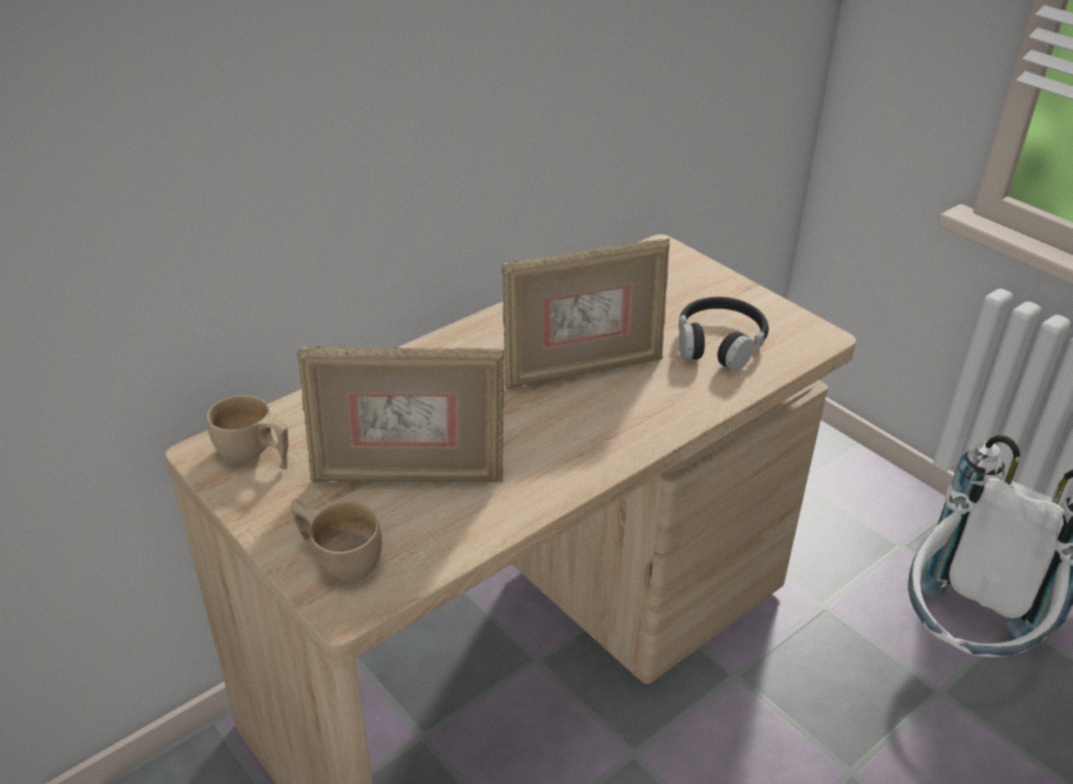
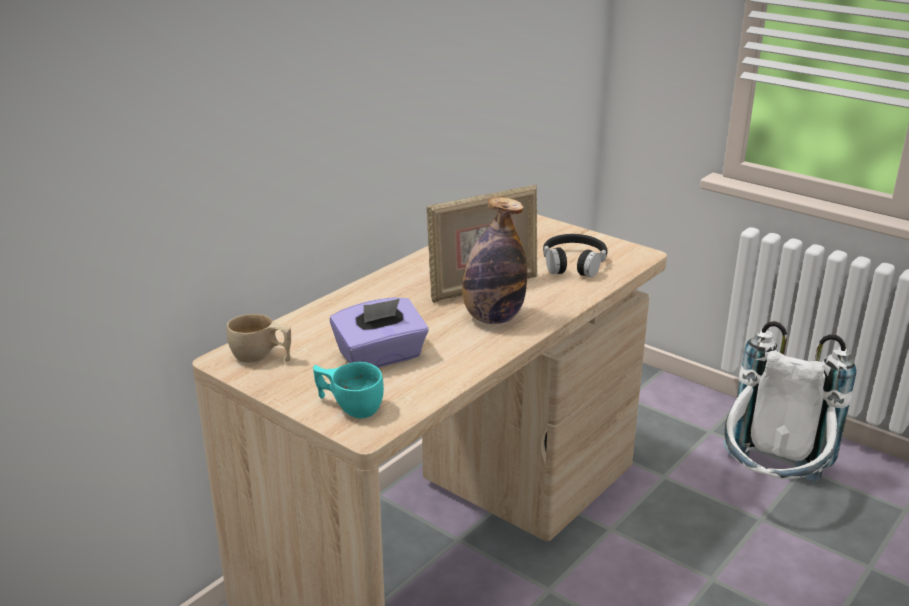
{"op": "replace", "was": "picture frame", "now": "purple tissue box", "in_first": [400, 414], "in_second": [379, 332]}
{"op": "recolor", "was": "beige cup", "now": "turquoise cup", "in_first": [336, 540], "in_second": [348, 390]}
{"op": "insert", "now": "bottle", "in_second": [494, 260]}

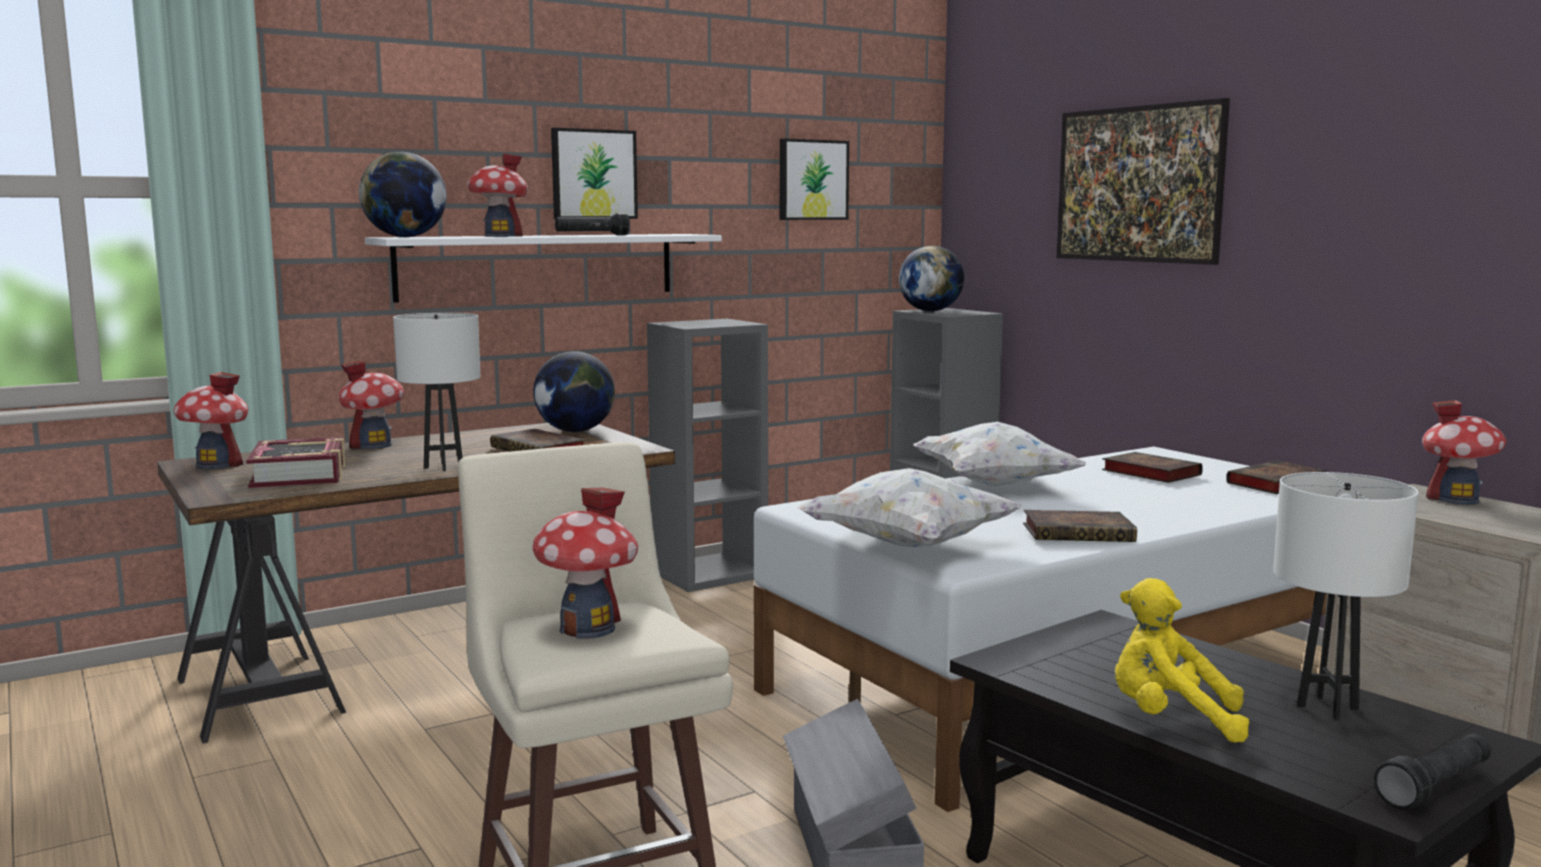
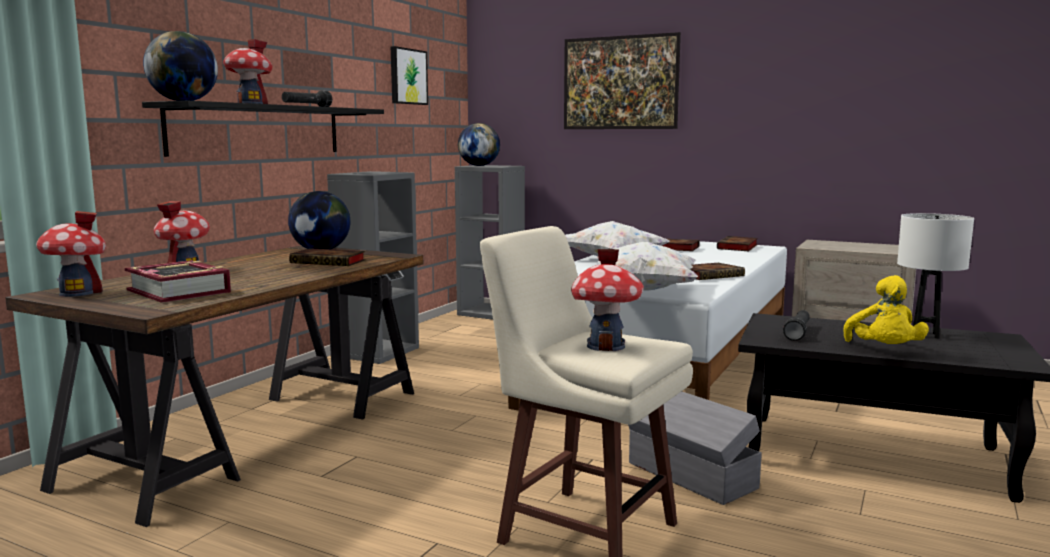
{"op": "delete", "was": "picture", "in_first": [594, 173]}
{"op": "recolor", "was": "white shelf", "now": "black shelf", "in_first": [543, 268], "in_second": [263, 129]}
{"op": "delete", "was": "white table lamp", "in_first": [436, 392]}
{"op": "delete", "was": "toy house", "in_first": [1464, 452]}
{"op": "rotate", "was": "yellow plush toy", "in_first": [1182, 660], "in_second": [886, 309], "clockwise": -75}
{"op": "move", "was": "black flashlight", "in_first": [1433, 772], "in_second": [796, 325]}

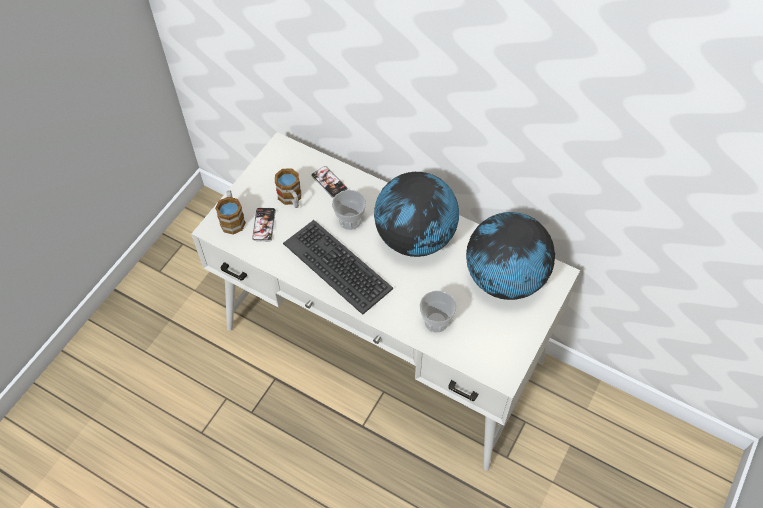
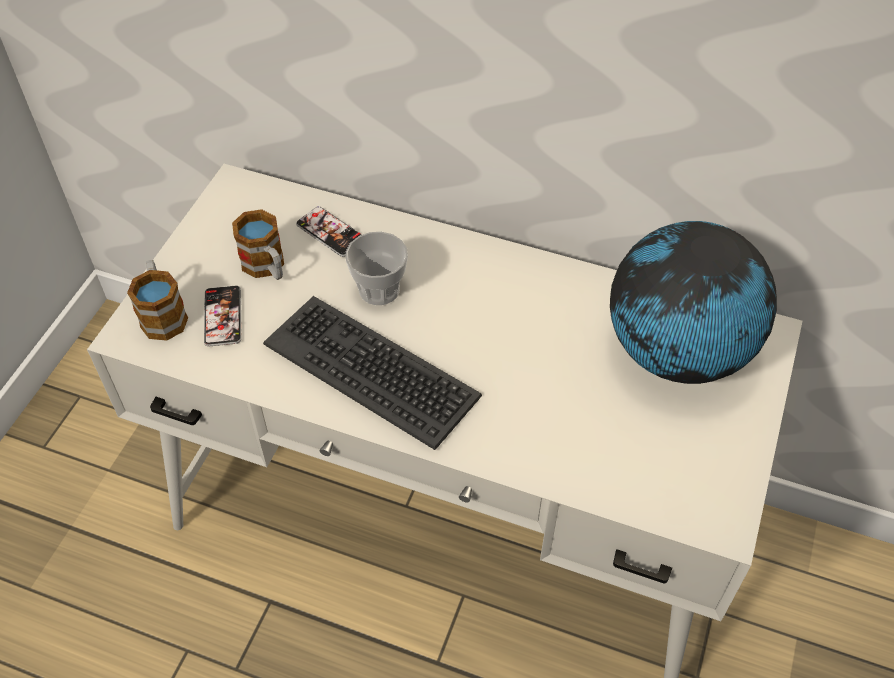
{"op": "delete", "was": "globe", "in_first": [416, 214]}
{"op": "delete", "was": "cup", "in_first": [438, 311]}

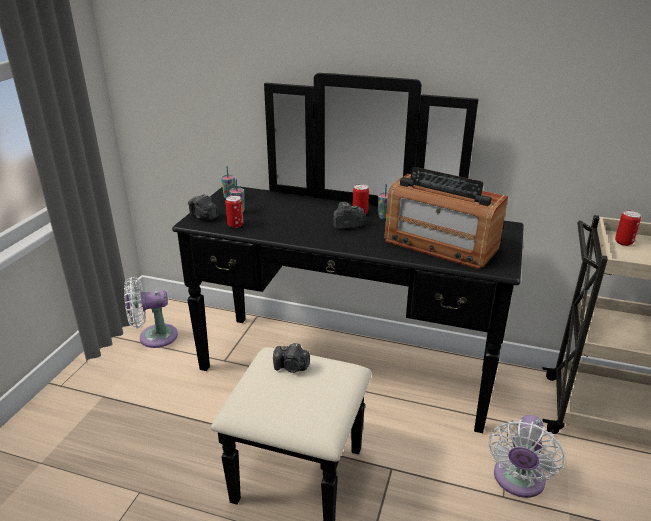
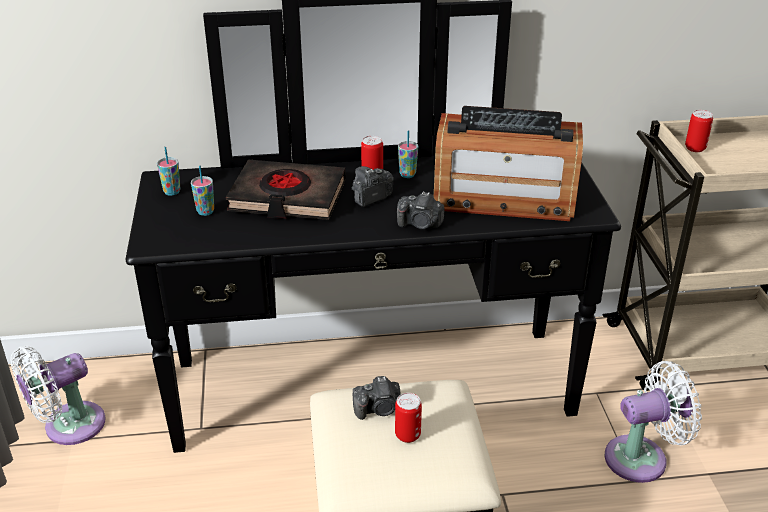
{"op": "move", "was": "photo camera", "in_first": [203, 207], "in_second": [420, 210]}
{"op": "move", "was": "can", "in_first": [234, 211], "in_second": [408, 418]}
{"op": "rotate", "was": "white fan", "in_first": [526, 456], "in_second": [653, 422], "clockwise": -105}
{"op": "insert", "now": "black book", "in_second": [286, 190]}

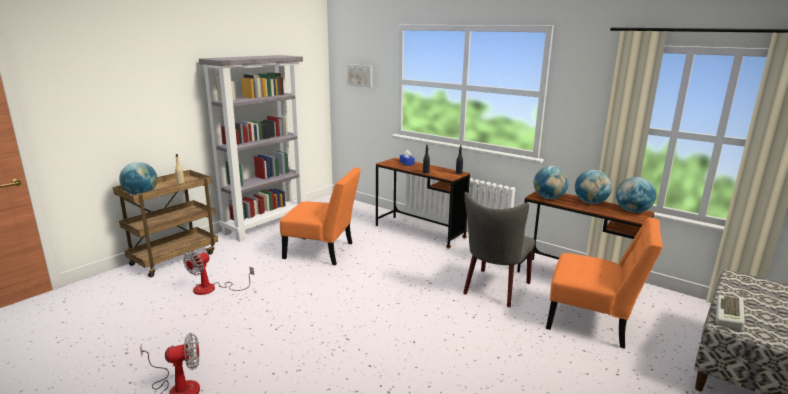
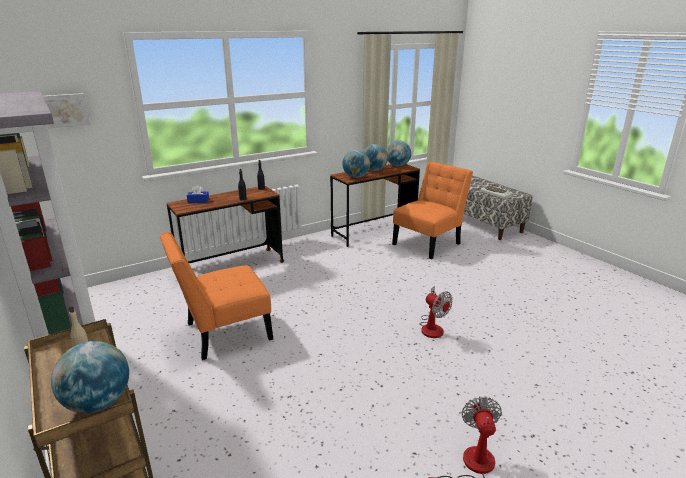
{"op": "rotate", "was": "orange chair", "in_first": [320, 216], "in_second": [216, 296], "clockwise": -150}
{"op": "delete", "was": "grey chair", "in_first": [499, 249]}
{"op": "move", "was": "fan", "in_first": [218, 273], "in_second": [436, 312]}

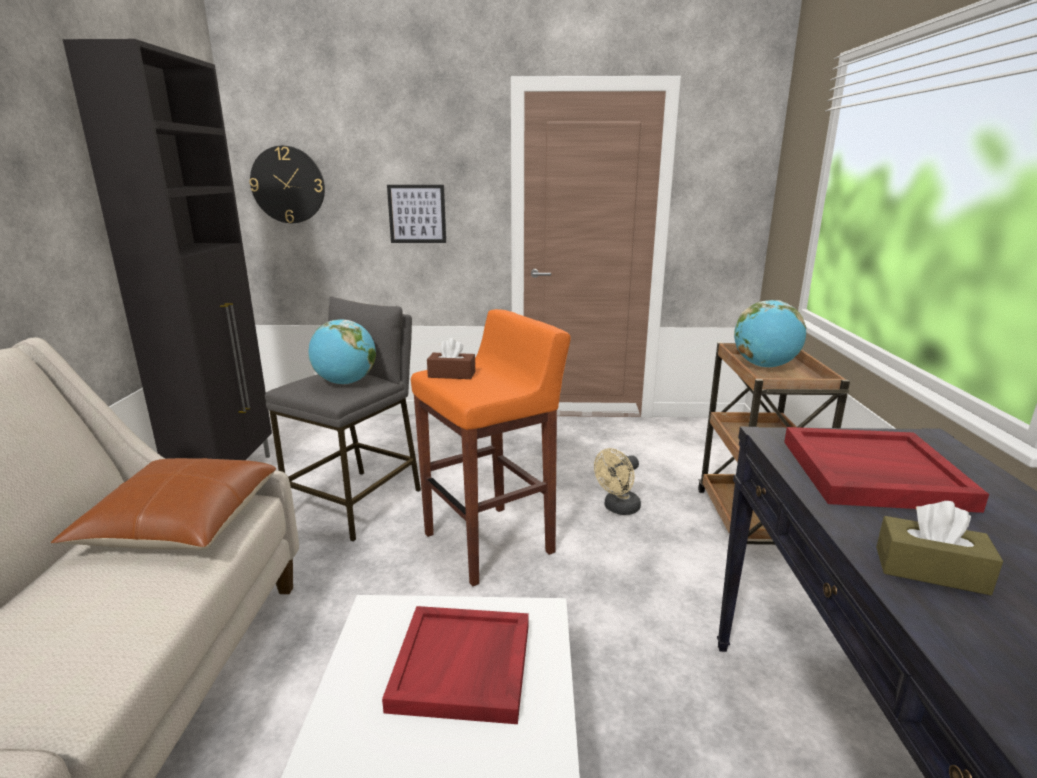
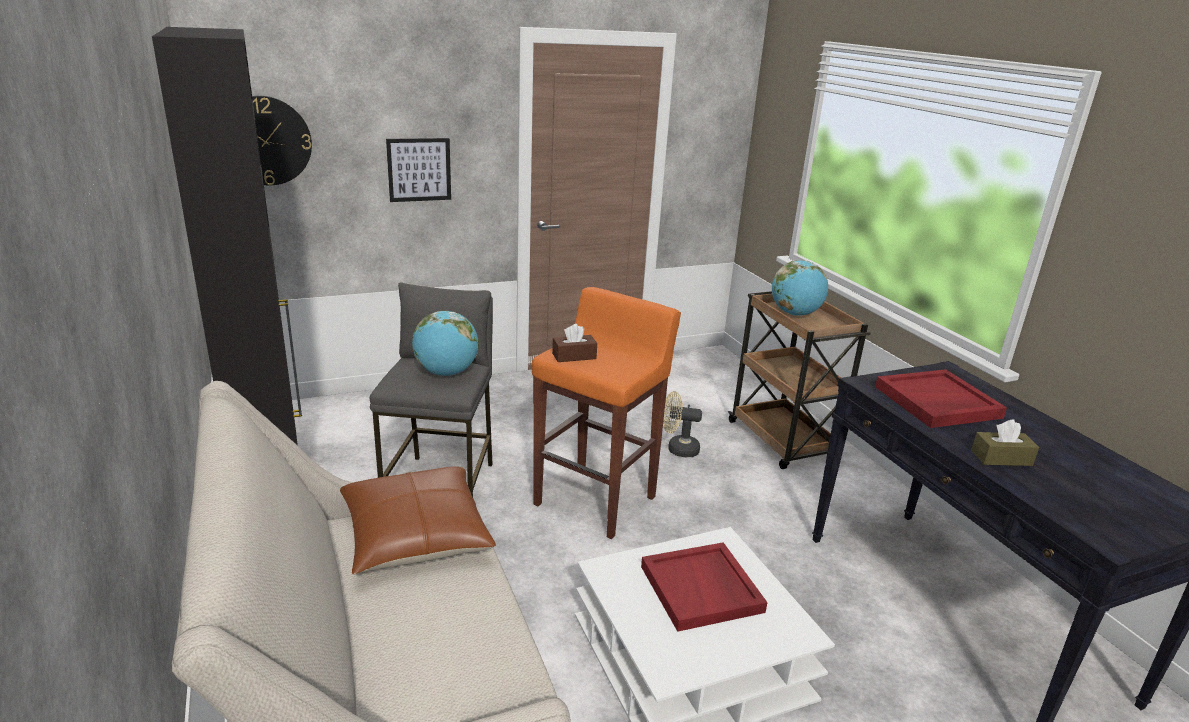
{"op": "rotate", "was": "beige fan", "in_first": [617, 481], "in_second": [682, 424], "clockwise": 75}

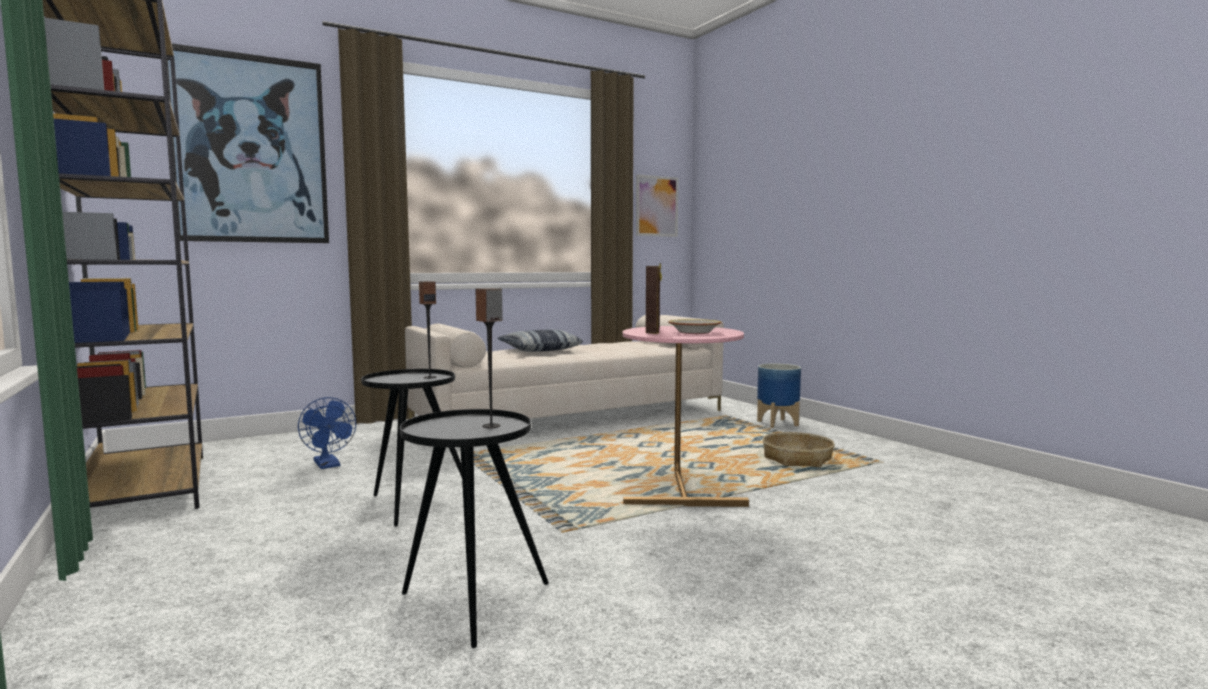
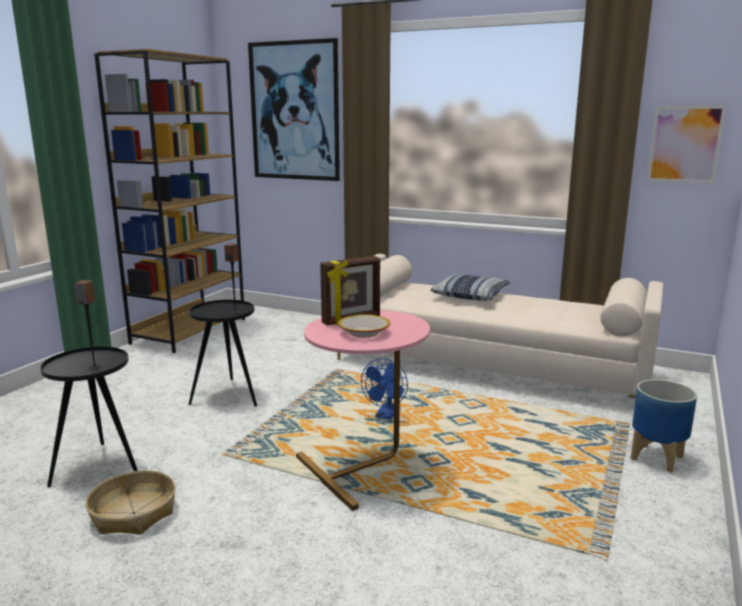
{"op": "move", "was": "blue fan", "in_first": [327, 433], "in_second": [384, 389]}
{"op": "move", "was": "basket", "in_first": [799, 449], "in_second": [131, 502]}

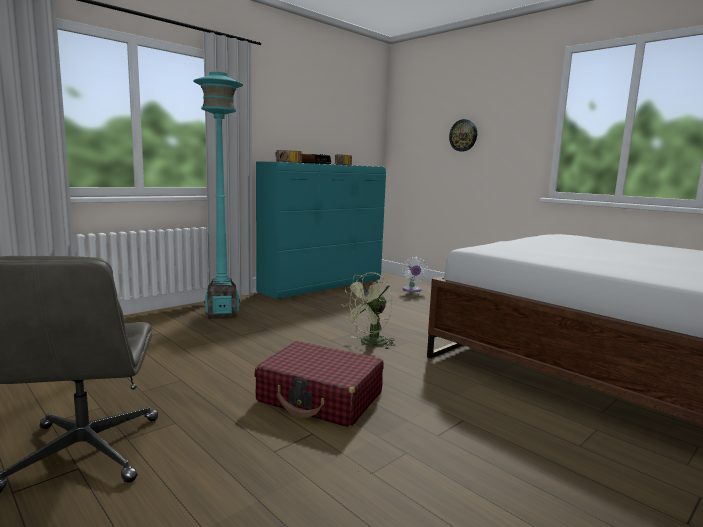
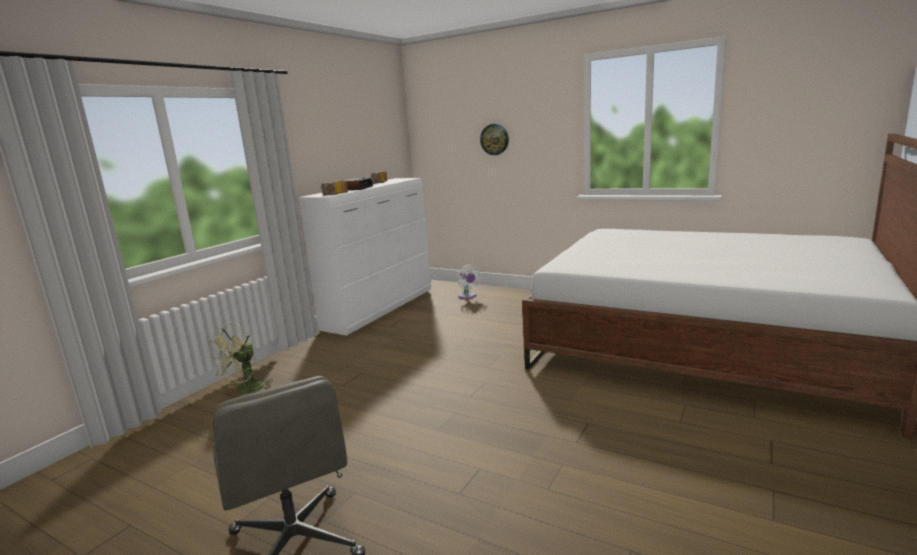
{"op": "delete", "was": "turquoise floor lamp", "in_first": [218, 195]}
{"op": "recolor", "was": "turquoise dresser", "now": "white dresser", "in_first": [321, 230], "in_second": [365, 256]}
{"op": "move", "was": "green fan", "in_first": [368, 310], "in_second": [241, 359]}
{"op": "delete", "was": "red suitcase", "in_first": [318, 384]}

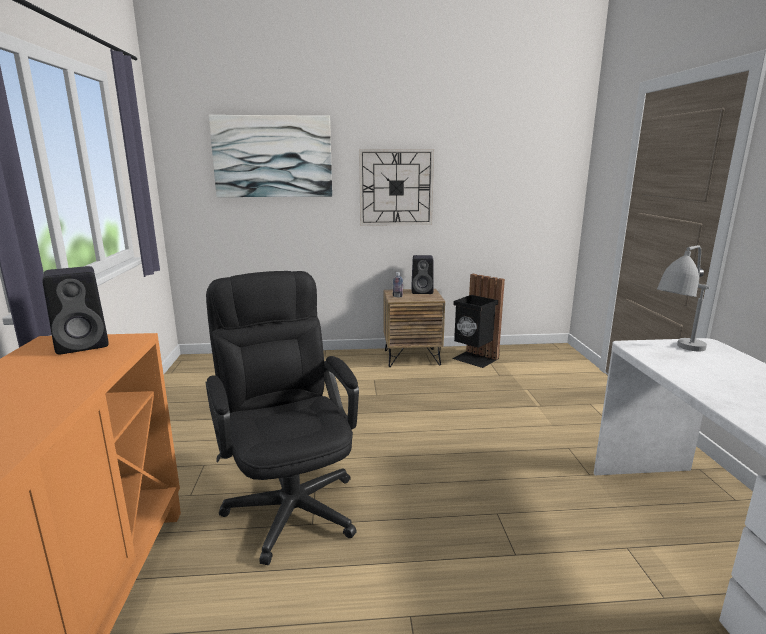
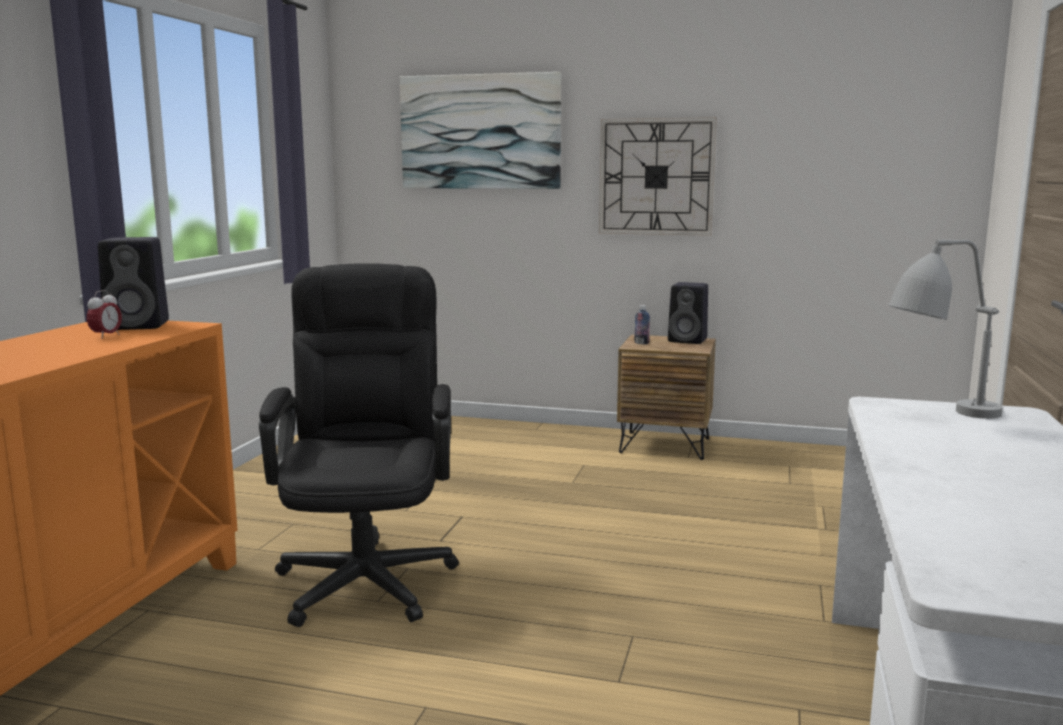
{"op": "delete", "was": "black trash can", "in_first": [478, 321]}
{"op": "insert", "now": "alarm clock", "in_second": [104, 314]}

